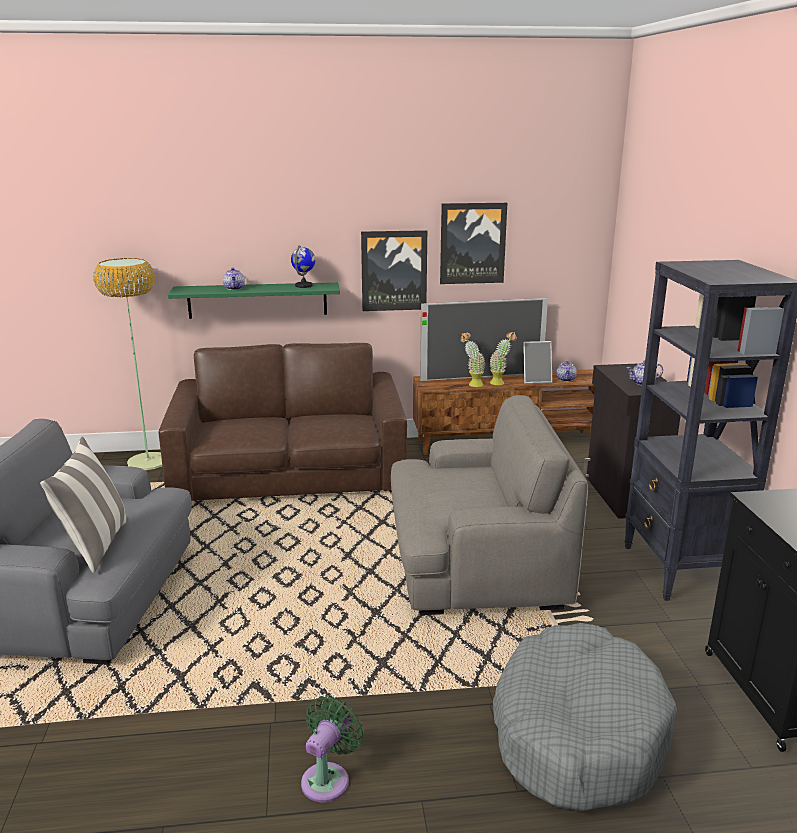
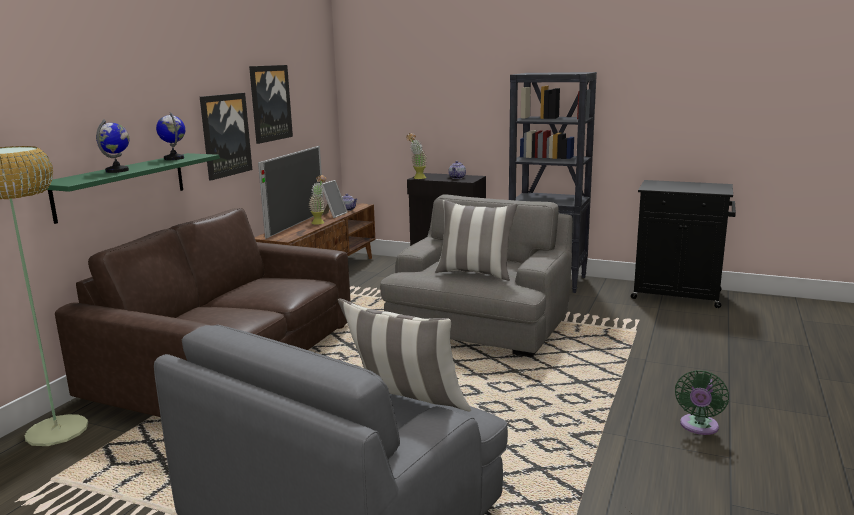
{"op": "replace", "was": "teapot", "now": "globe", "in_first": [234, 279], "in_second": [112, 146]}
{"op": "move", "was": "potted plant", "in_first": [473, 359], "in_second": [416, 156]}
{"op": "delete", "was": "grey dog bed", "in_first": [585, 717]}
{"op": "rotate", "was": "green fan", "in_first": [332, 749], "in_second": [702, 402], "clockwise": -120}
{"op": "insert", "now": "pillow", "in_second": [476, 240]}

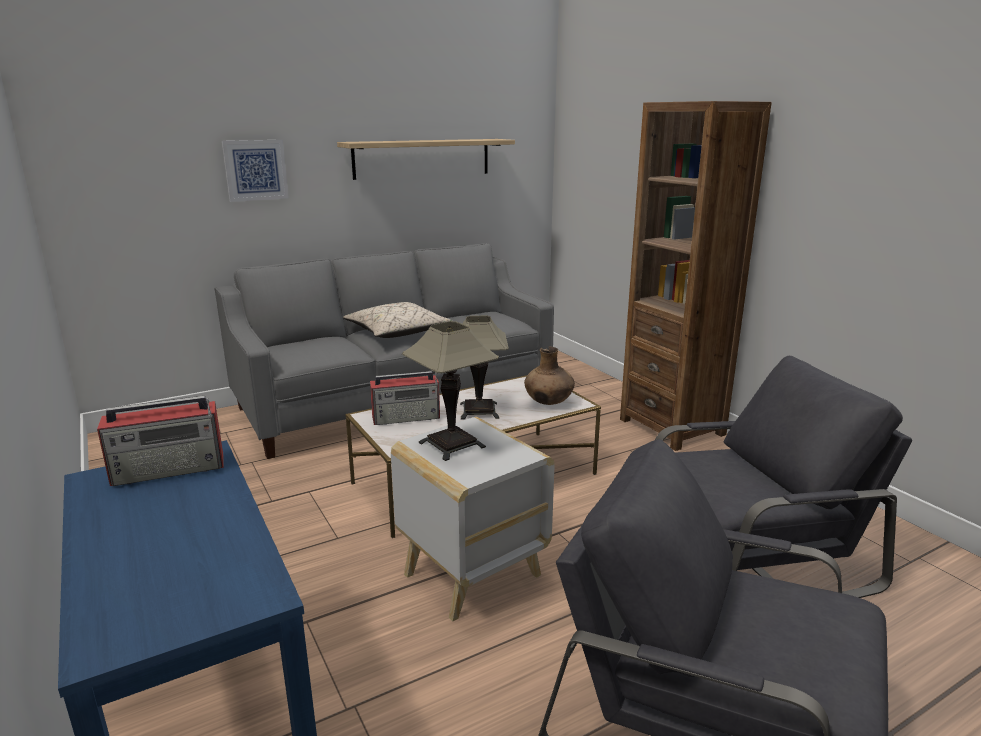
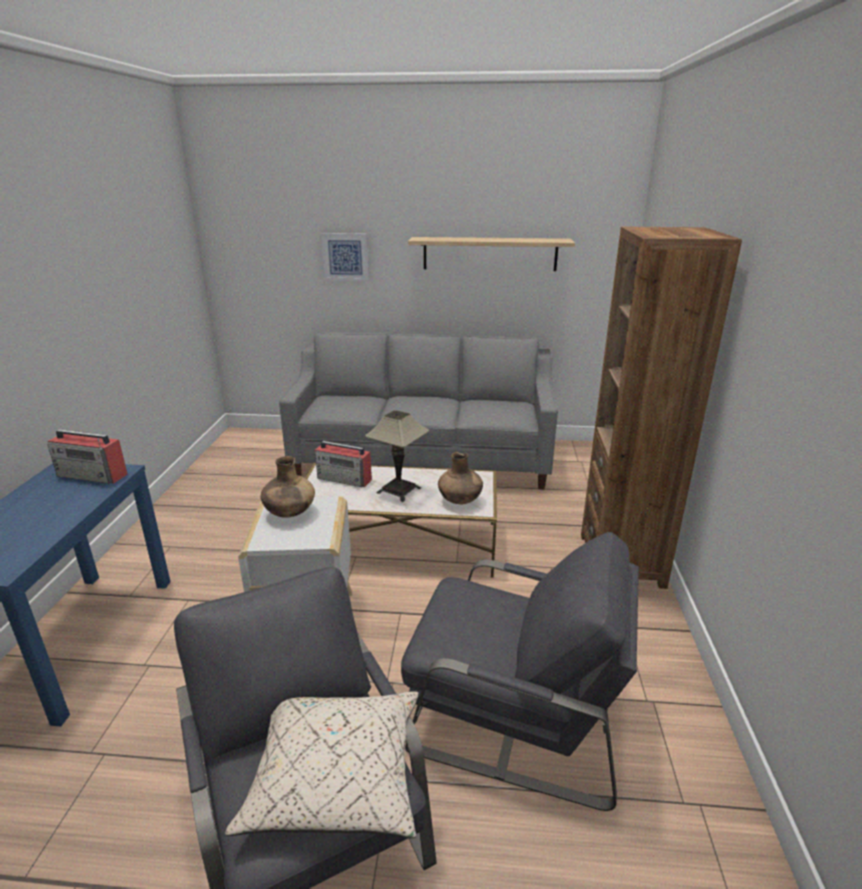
{"op": "move", "was": "beige pillow", "in_first": [397, 320], "in_second": [321, 765]}
{"op": "replace", "was": "table lamp", "now": "brown vase", "in_first": [450, 391], "in_second": [287, 487]}

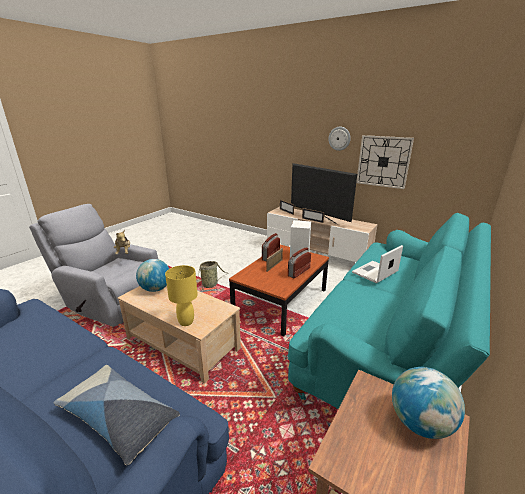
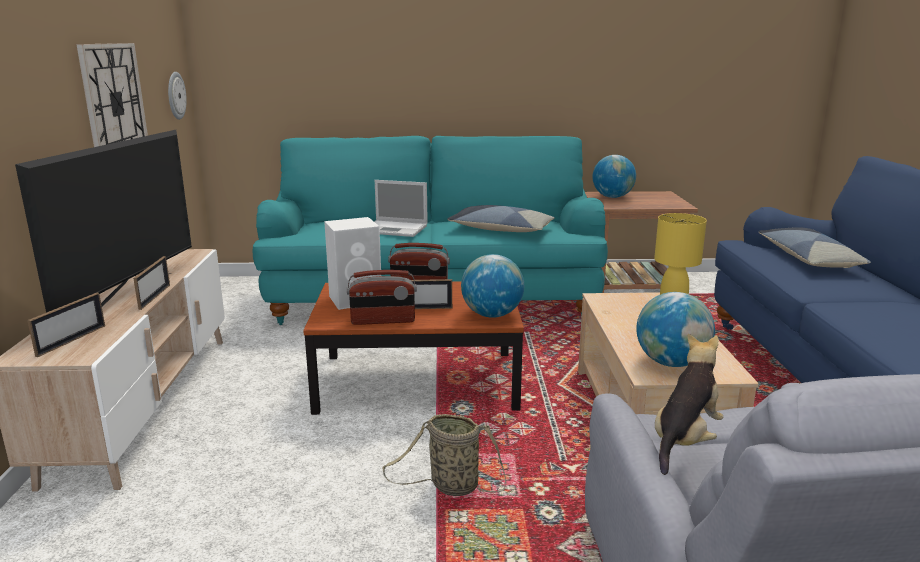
{"op": "move", "was": "wall clock", "in_first": [340, 139], "in_second": [177, 96]}
{"op": "insert", "now": "pillow", "in_second": [501, 218]}
{"op": "insert", "now": "globe", "in_second": [492, 286]}

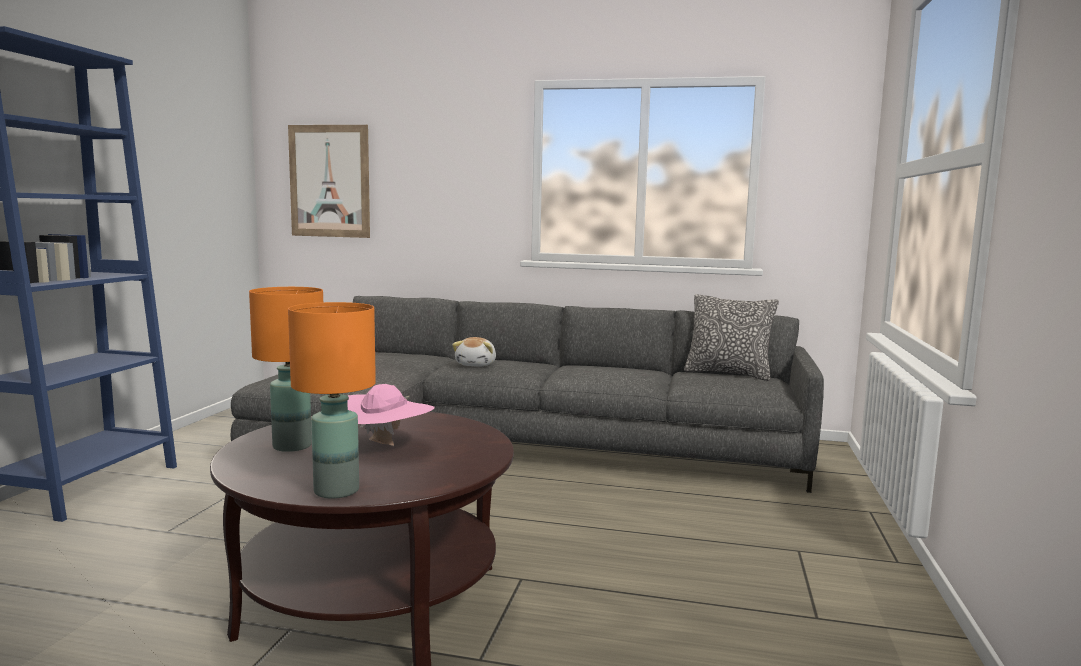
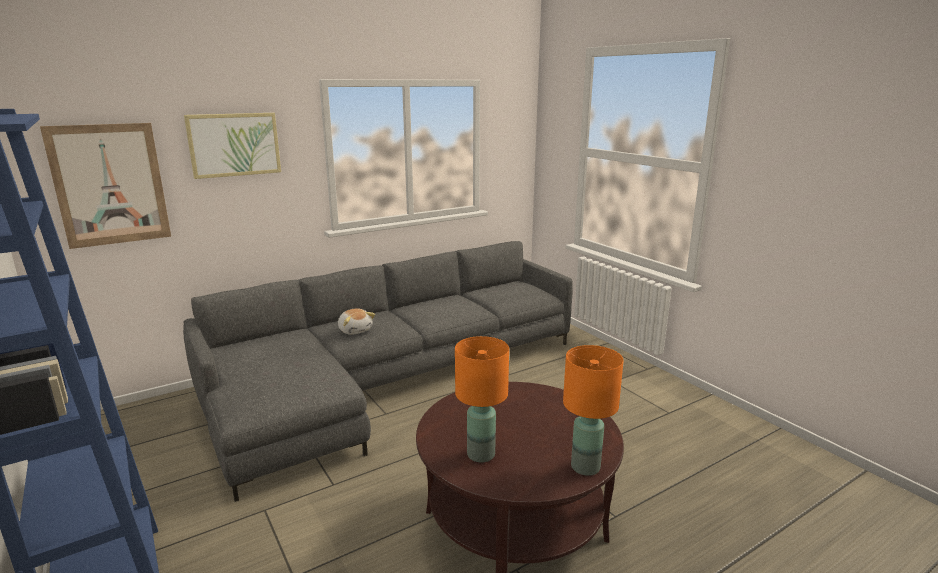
{"op": "delete", "was": "pillow", "in_first": [731, 337]}
{"op": "delete", "was": "pink hat", "in_first": [390, 415]}
{"op": "insert", "now": "picture", "in_second": [232, 146]}

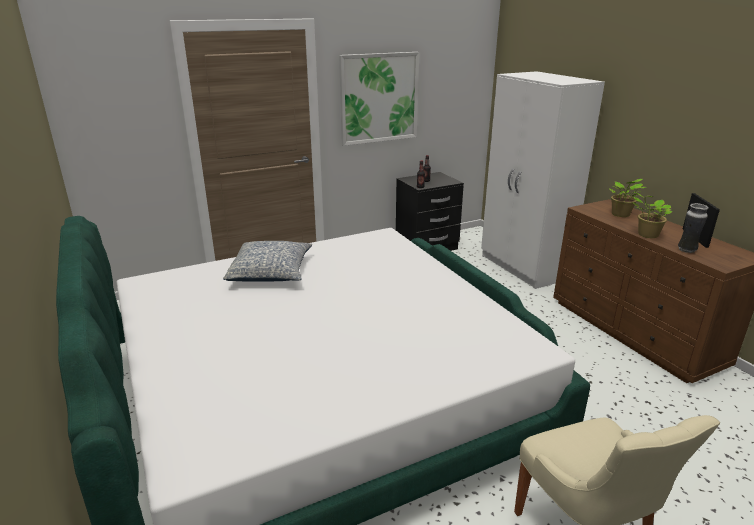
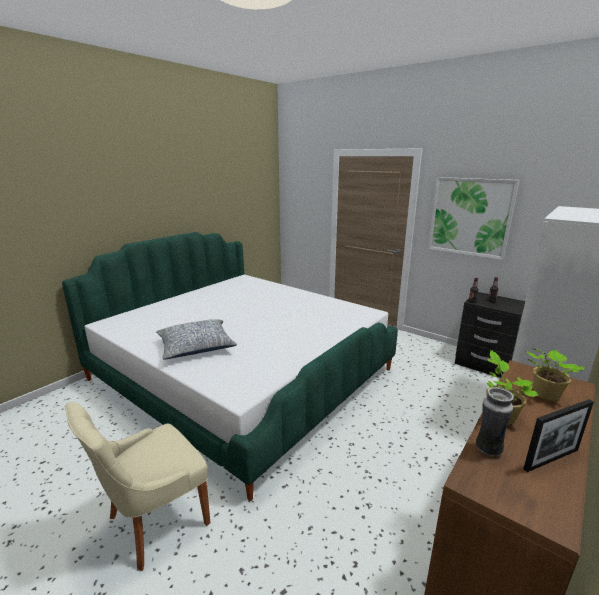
{"op": "move", "was": "pillow", "in_first": [267, 261], "in_second": [196, 339]}

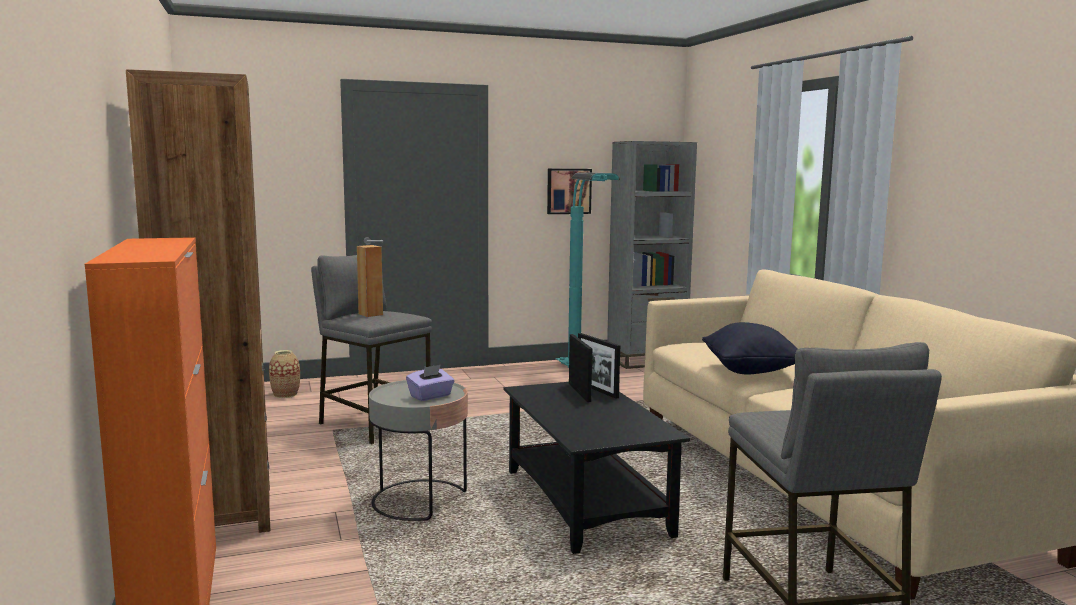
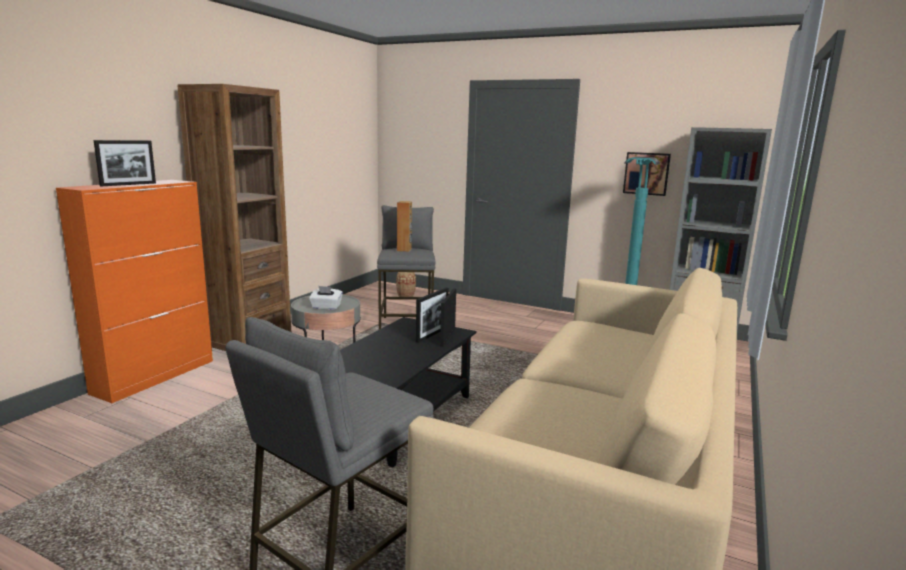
{"op": "delete", "was": "black pillow", "in_first": [750, 348]}
{"op": "recolor", "was": "purple tissue box", "now": "white tissue box", "in_first": [430, 383], "in_second": [326, 298]}
{"op": "insert", "now": "picture frame", "in_second": [125, 163]}

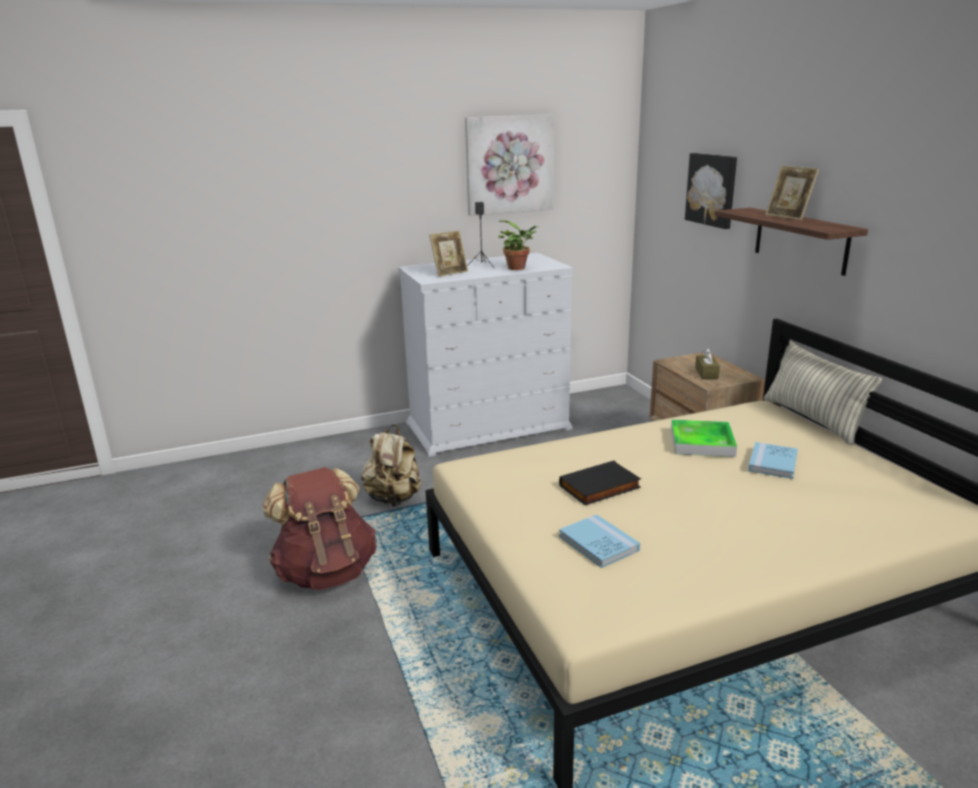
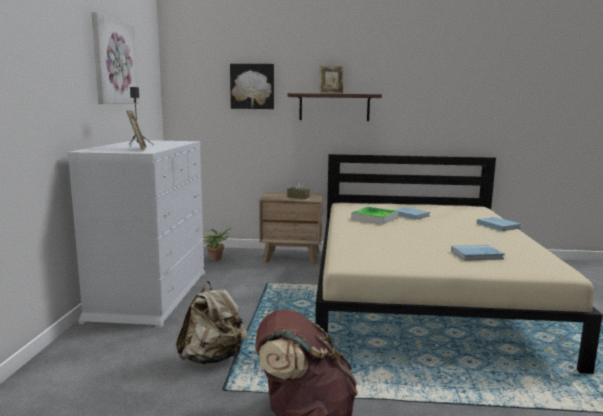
{"op": "move", "was": "potted plant", "in_first": [518, 245], "in_second": [217, 244]}
{"op": "delete", "was": "pillow", "in_first": [823, 393]}
{"op": "delete", "was": "black book", "in_first": [600, 483]}
{"op": "insert", "now": "blue book", "in_second": [498, 224]}

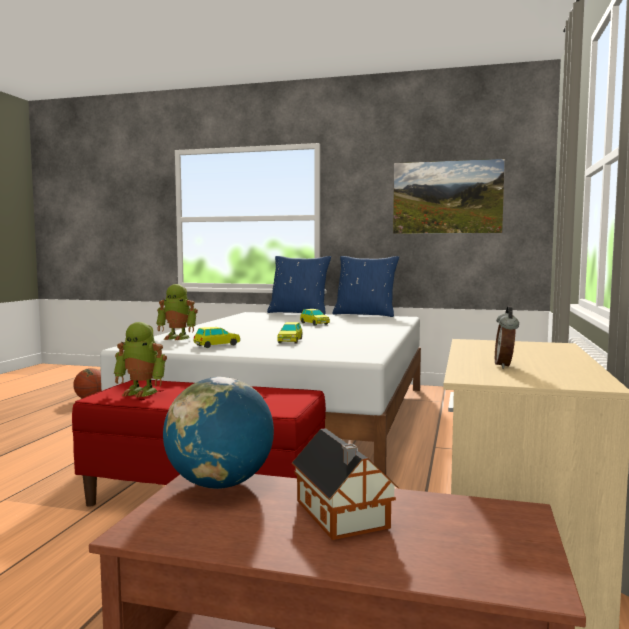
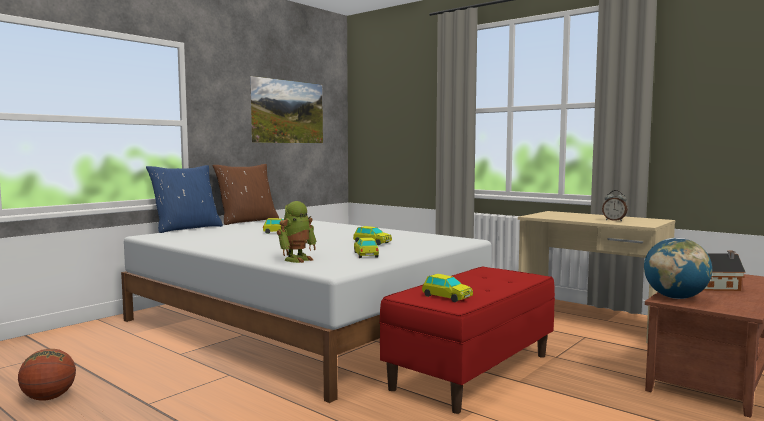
{"op": "recolor", "was": "blue pillow", "now": "brown pillow", "in_first": [365, 286], "in_second": [245, 194]}
{"op": "replace", "was": "toy robot", "now": "toy car", "in_first": [140, 360], "in_second": [447, 288]}

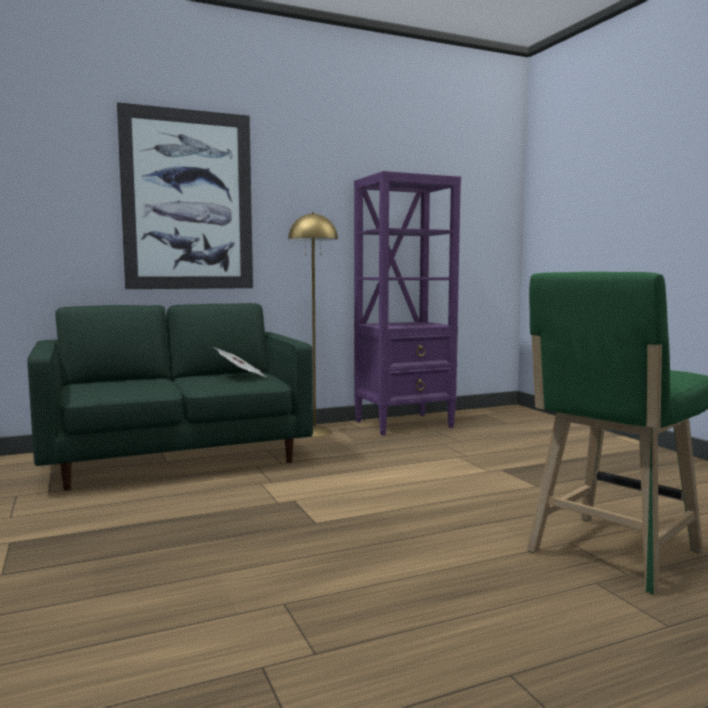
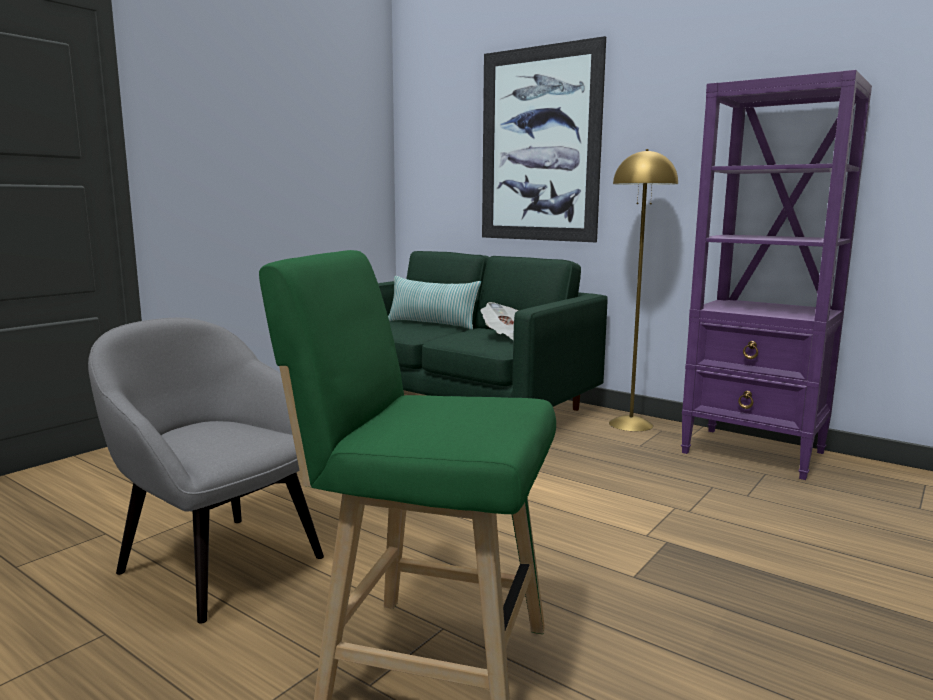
{"op": "insert", "now": "pillow", "in_second": [434, 303]}
{"op": "insert", "now": "grey armchair", "in_second": [206, 471]}

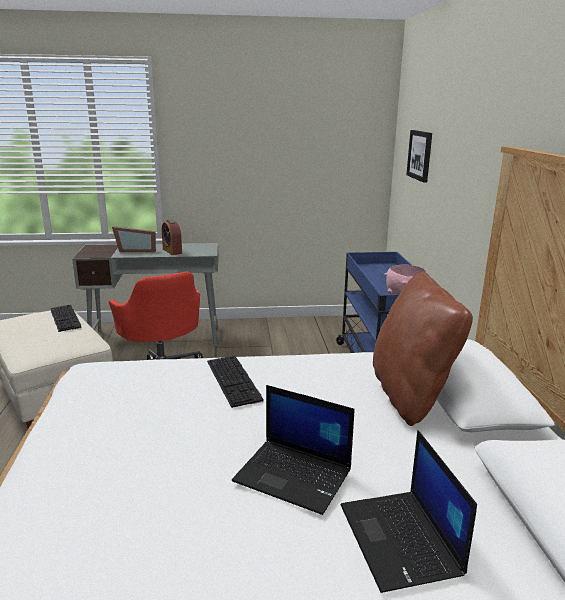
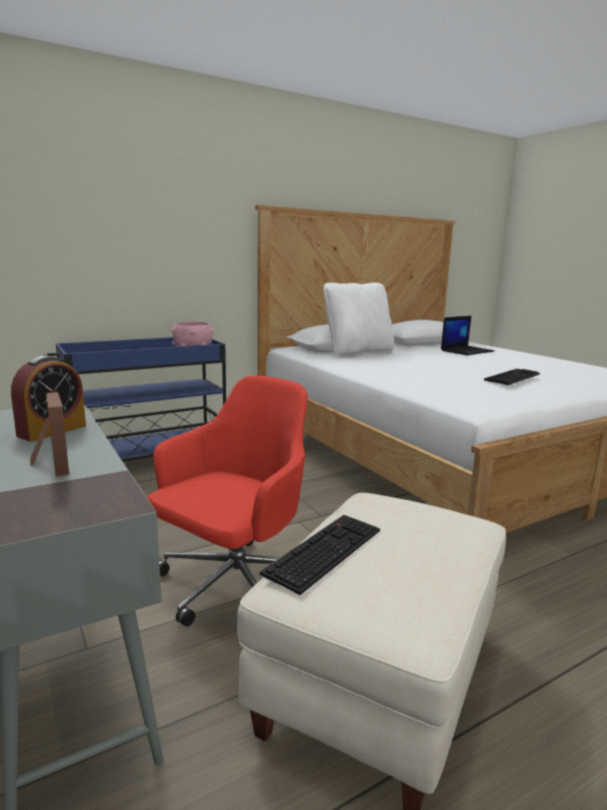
{"op": "delete", "was": "picture", "in_first": [419, 156]}
{"op": "recolor", "was": "brown pillow", "now": "white pillow", "in_first": [423, 348], "in_second": [359, 320]}
{"op": "move", "was": "keyboard", "in_first": [235, 382], "in_second": [512, 377]}
{"op": "delete", "was": "laptop", "in_first": [293, 450]}

